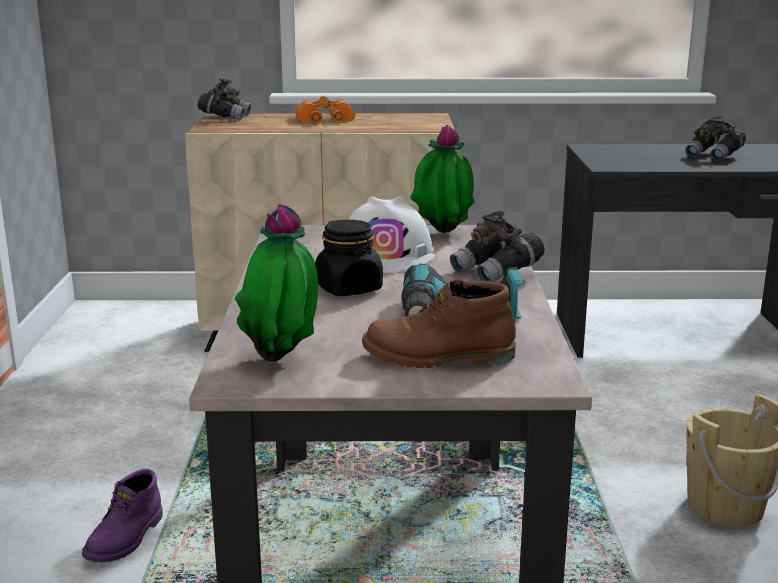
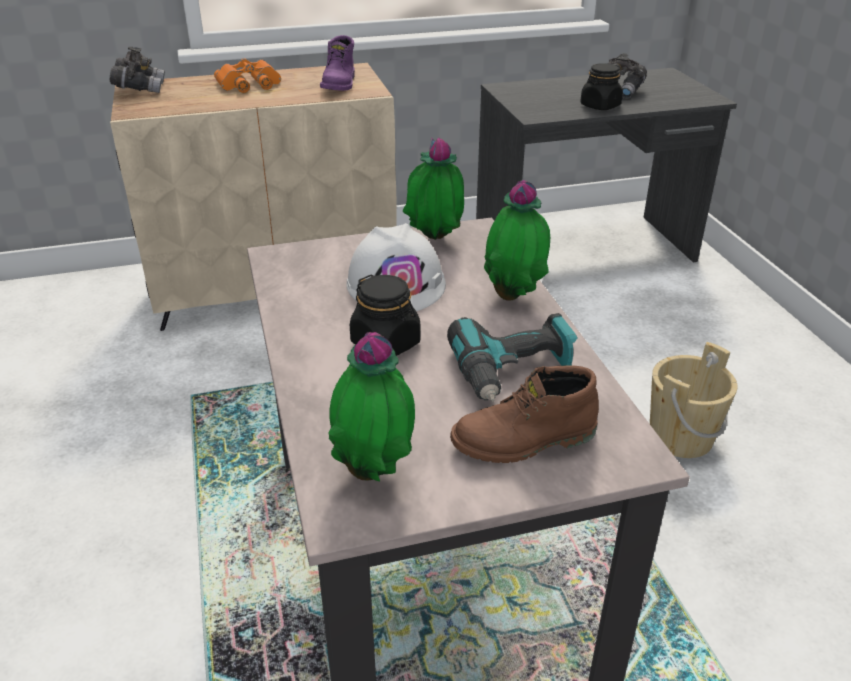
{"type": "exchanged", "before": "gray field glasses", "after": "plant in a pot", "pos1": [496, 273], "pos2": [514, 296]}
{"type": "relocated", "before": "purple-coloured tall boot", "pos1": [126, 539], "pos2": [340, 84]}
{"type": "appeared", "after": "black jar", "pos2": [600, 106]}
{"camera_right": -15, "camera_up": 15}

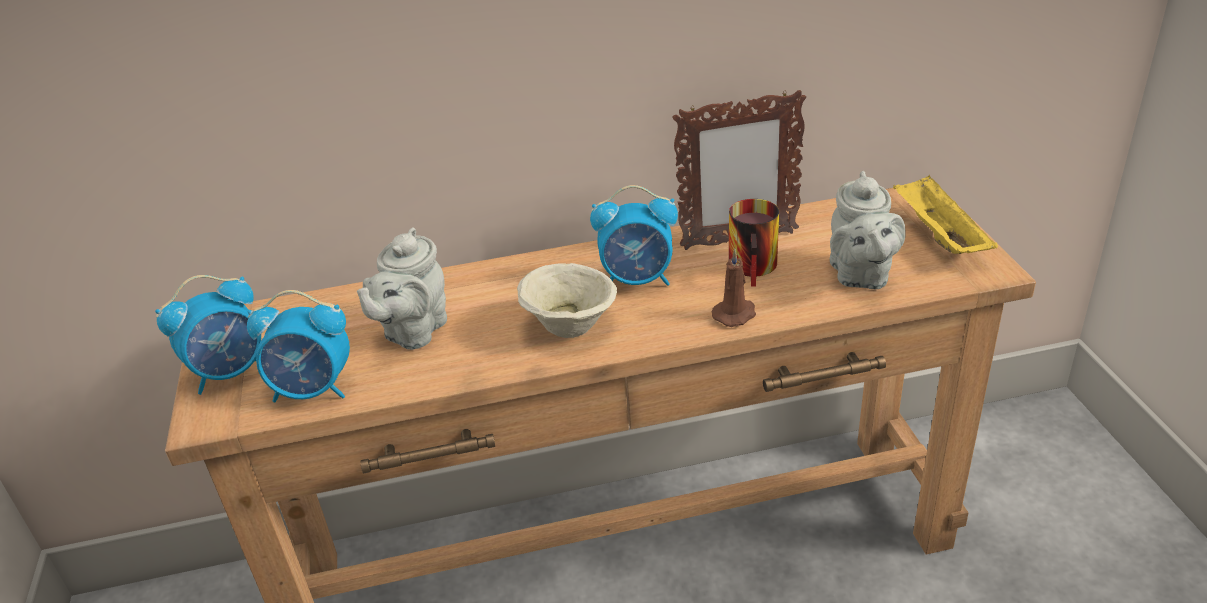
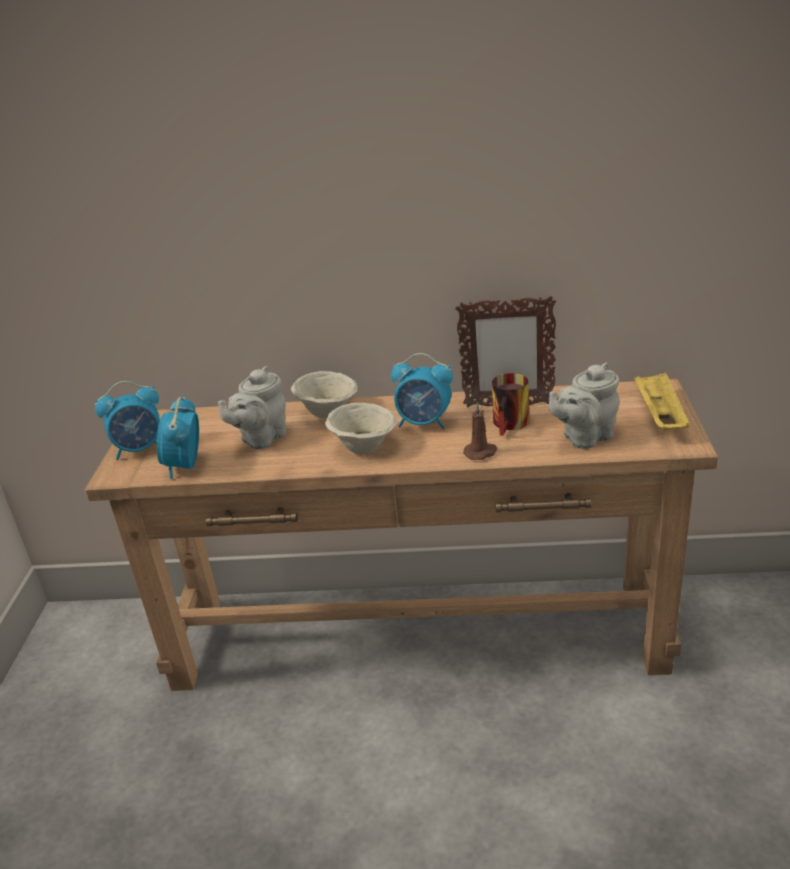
{"type": "spun", "before": "gray tea pot", "pos1": [860, 275], "pos2": [584, 437], "turn": 45}
{"type": "spun", "before": "table clock", "pos1": [314, 390], "pos2": [185, 466], "turn": 75}
{"type": "appeared", "after": "beige bowl", "pos2": [327, 412]}
{"camera_right": 15, "camera_up": -5}

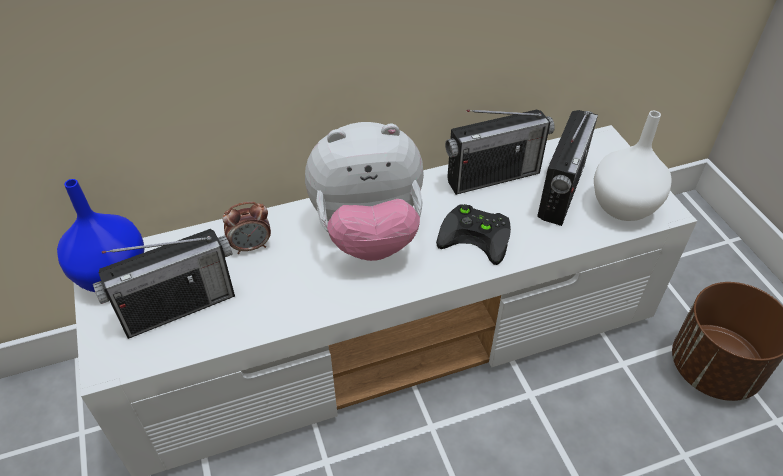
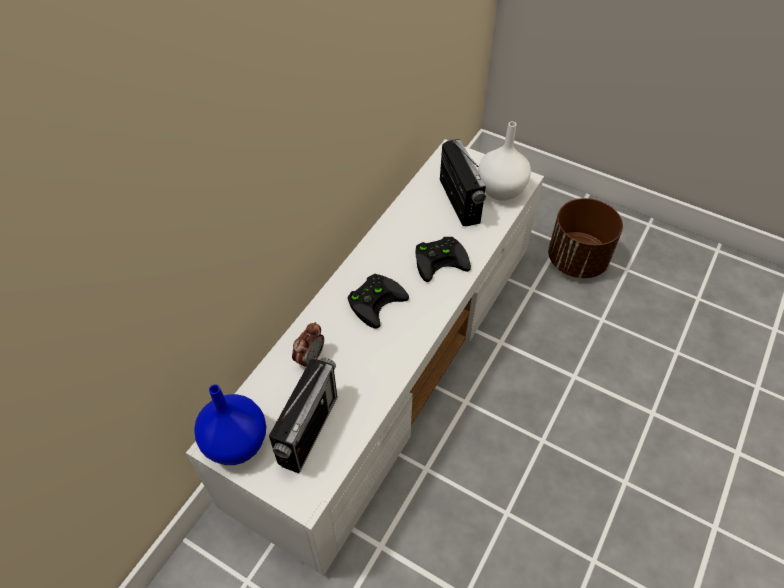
{"type": "missing", "before": "radio set", "pos1": [493, 176]}
{"type": "exchanged", "before": "cuddly toy", "after": "black gamepad", "pos1": [368, 233], "pos2": [375, 300]}
{"camera_right": -40, "camera_up": 5}

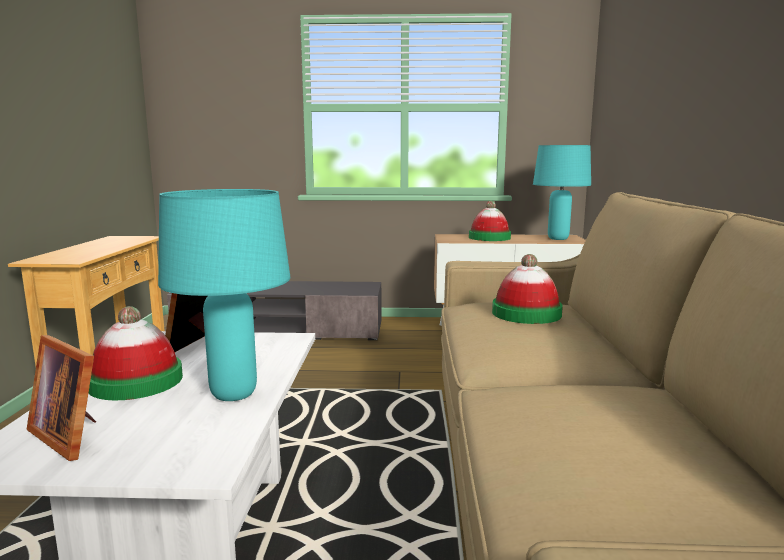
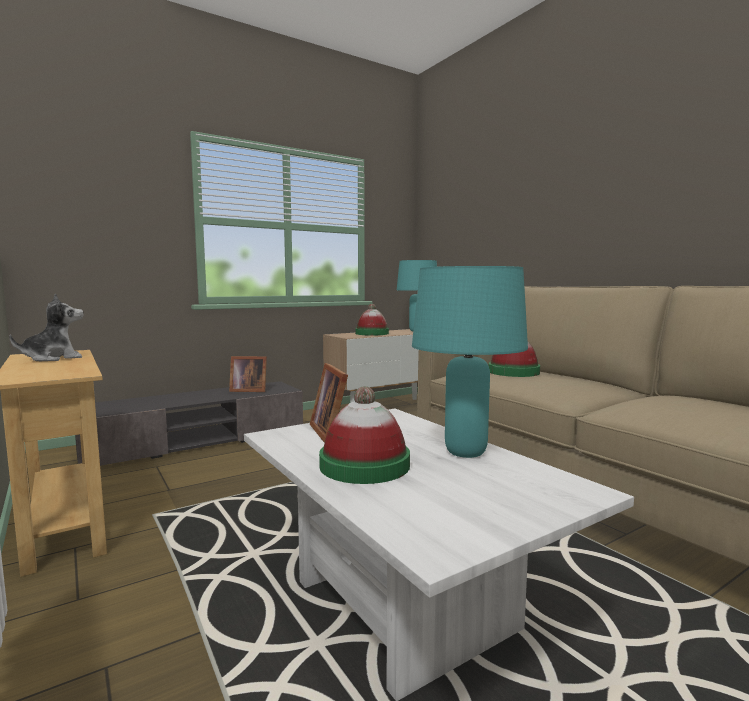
{"type": "relocated", "before": "photo frame", "pos1": [72, 435], "pos2": [248, 390]}
{"type": "appeared", "after": "cuddly toy", "pos2": [53, 358]}
{"camera_right": -35, "camera_up": -5}

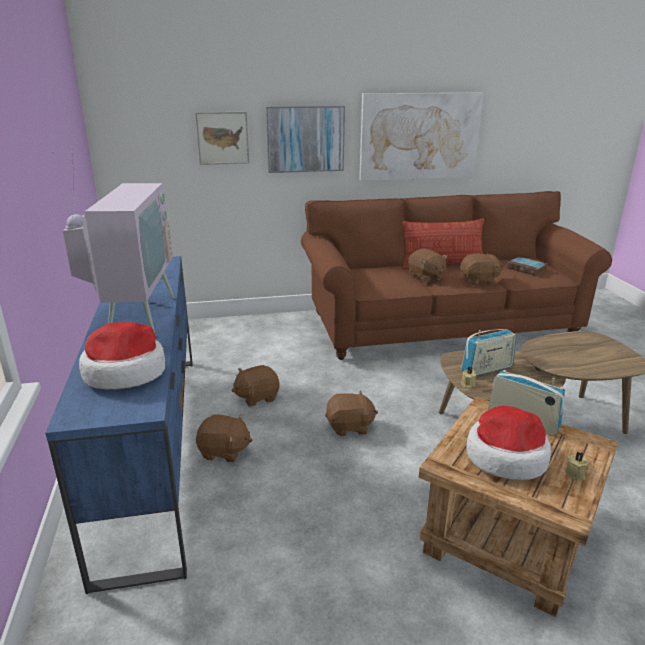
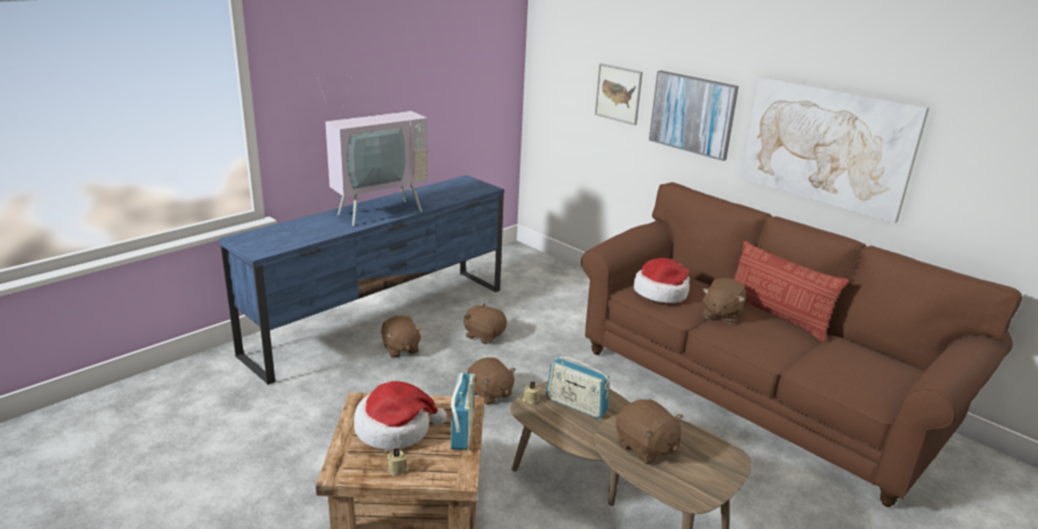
{"type": "relocated", "before": "brown cuddly toy", "pos1": [479, 281], "pos2": [646, 447]}
{"type": "missing", "before": "volume", "pos1": [527, 269]}
{"type": "relocated", "before": "wearable hat", "pos1": [125, 372], "pos2": [661, 293]}
{"camera_right": 55, "camera_up": 0}

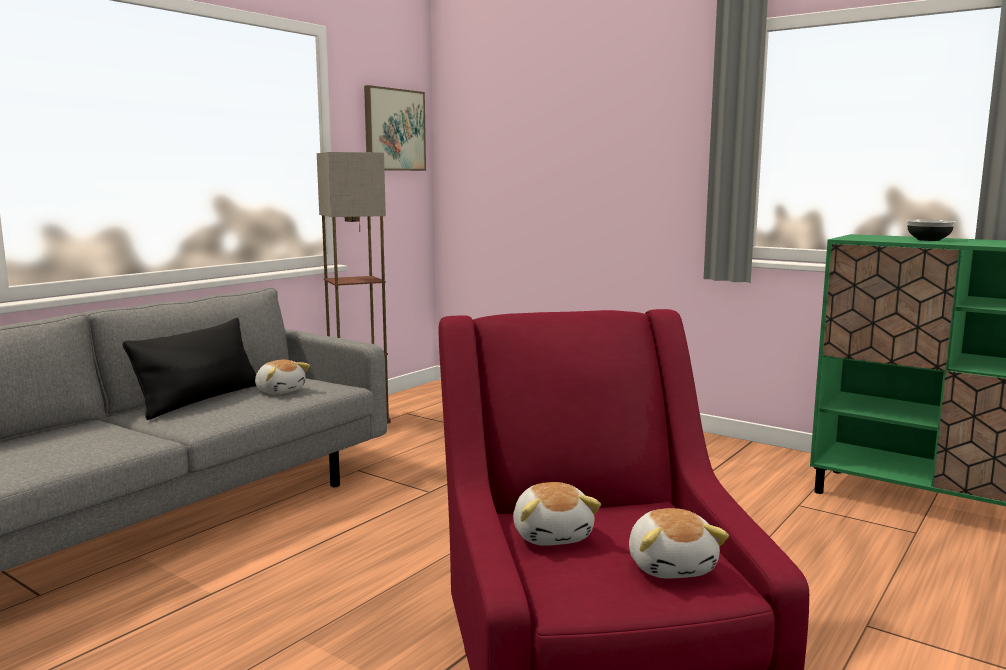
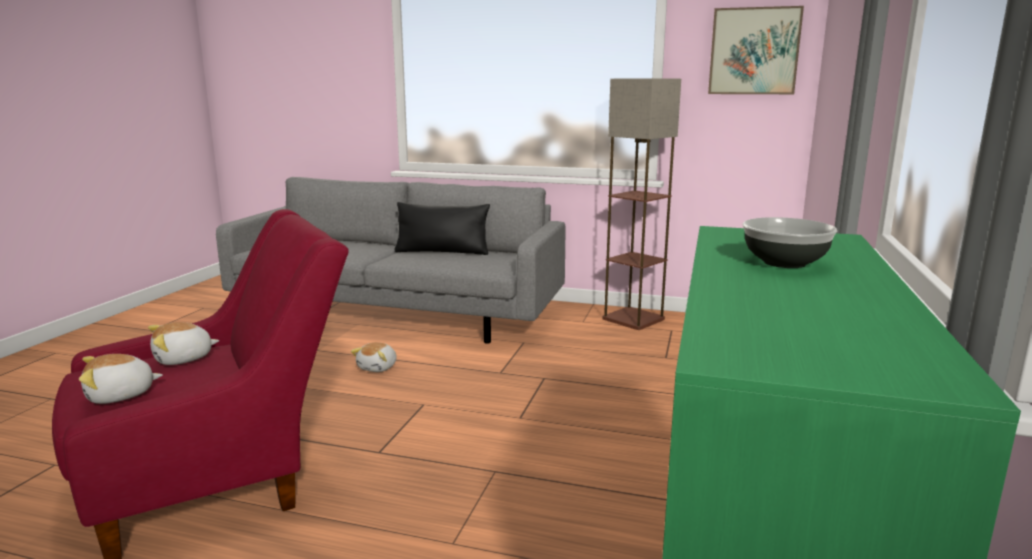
{"type": "relocated", "before": "cuddly toy", "pos1": [280, 391], "pos2": [378, 367]}
{"camera_right": 70, "camera_up": 5}

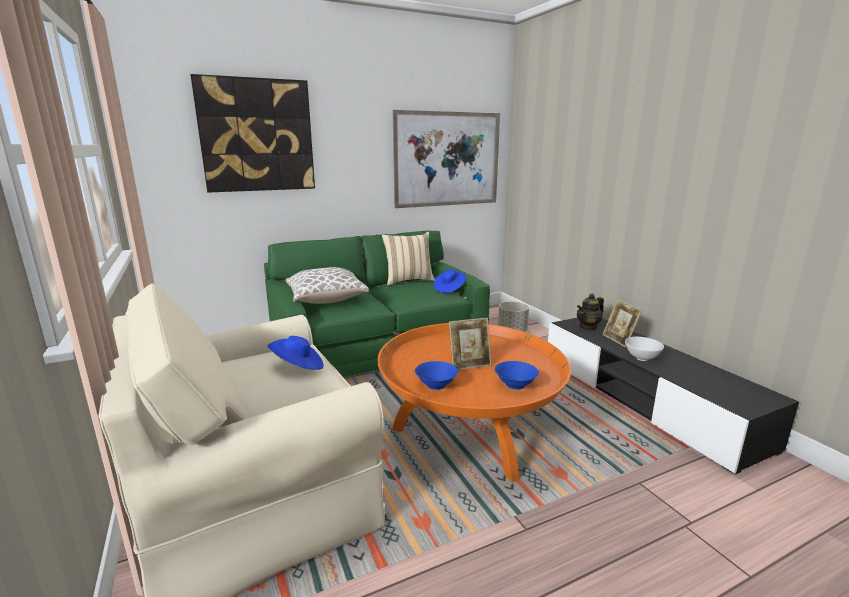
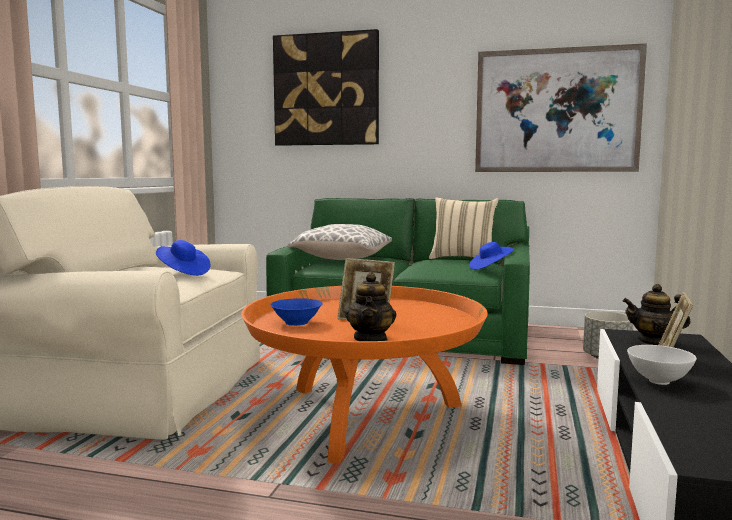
{"type": "exchanged", "before": "blue bowl", "after": "tea pot", "pos1": [515, 384], "pos2": [371, 339]}
{"camera_right": 40, "camera_up": -10}

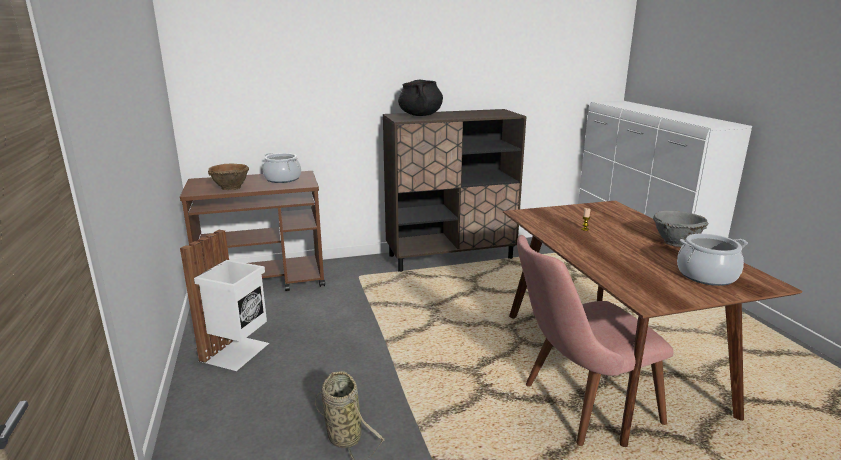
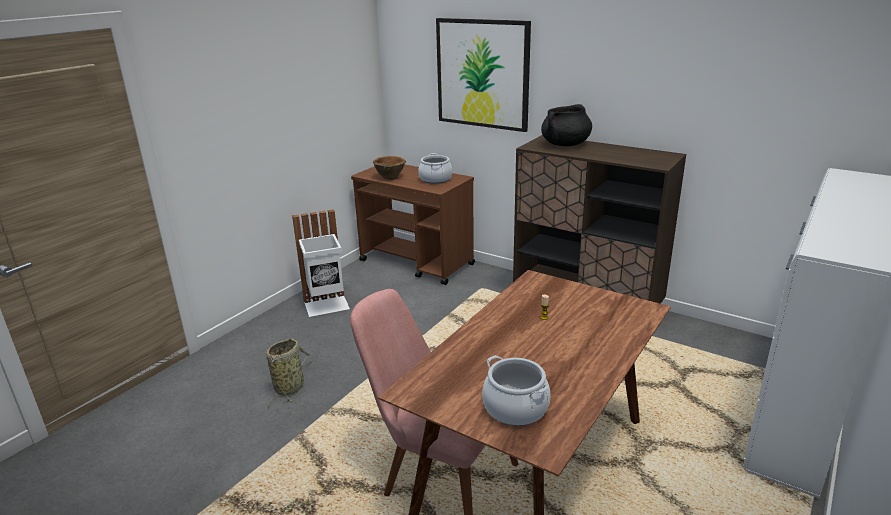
{"type": "missing", "before": "gray bowl", "pos1": [675, 243]}
{"type": "appeared", "after": "wall art", "pos2": [482, 74]}
{"camera_right": 50, "camera_up": 5}

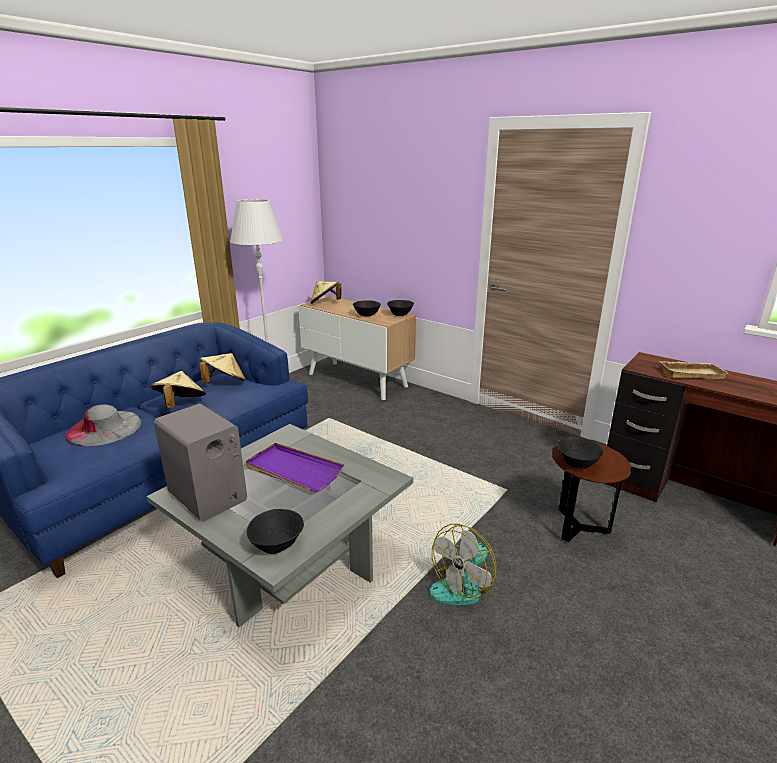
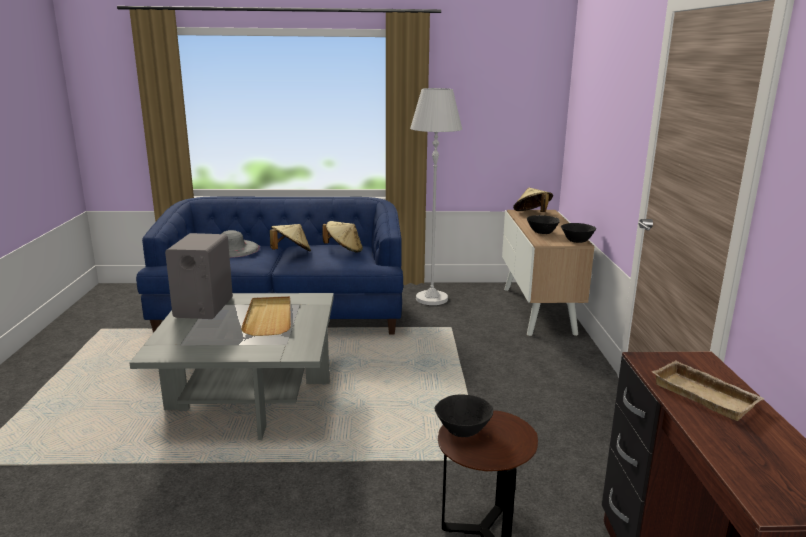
{"type": "colour", "before": "purple-coloured serving tray", "after": "beige serving tray", "pos1": [293, 470], "pos2": [269, 318]}
{"type": "missing", "before": "black bowl", "pos1": [278, 545]}
{"type": "missing", "before": "fan", "pos1": [464, 585]}
{"camera_right": 50, "camera_up": -5}

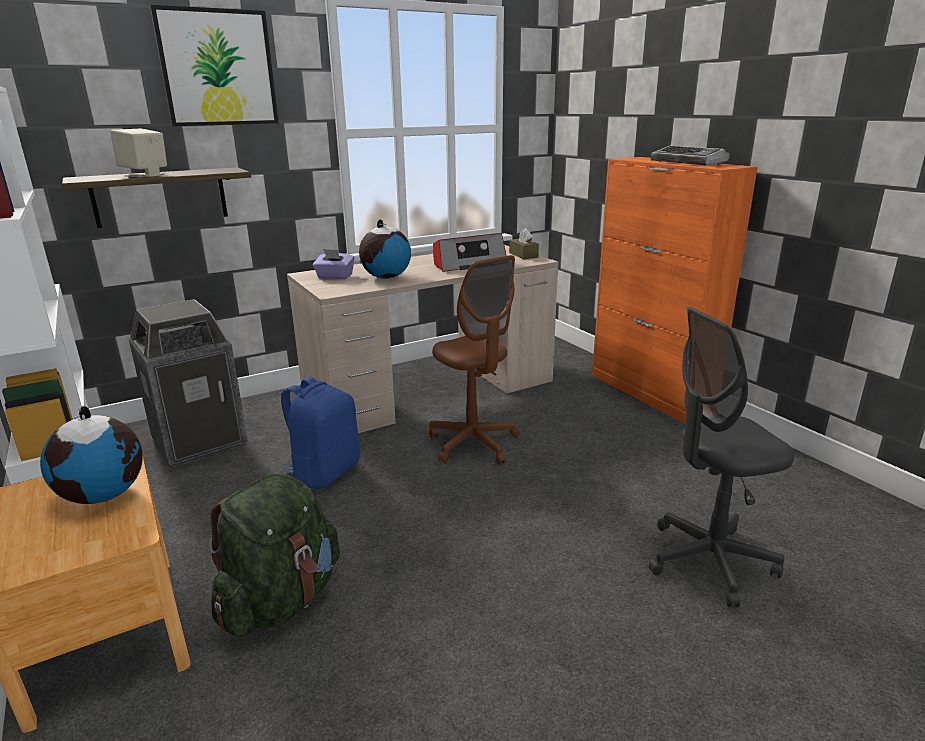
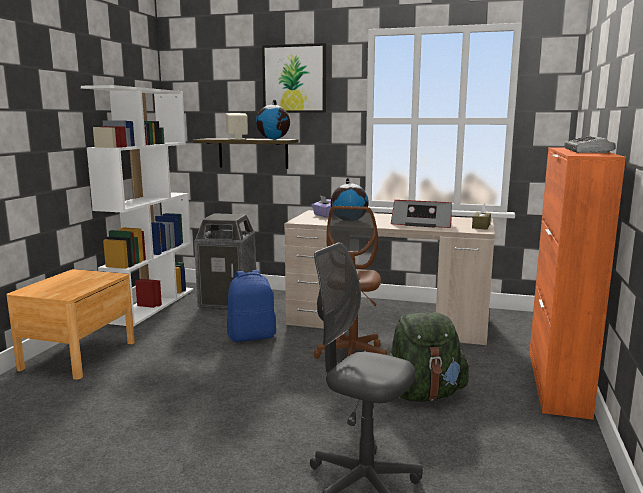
{"type": "relocated", "before": "globe", "pos1": [105, 495], "pos2": [273, 139]}
{"type": "relocated", "before": "green knapsack", "pos1": [281, 600], "pos2": [422, 394]}
{"camera_right": 45, "camera_up": -10}

